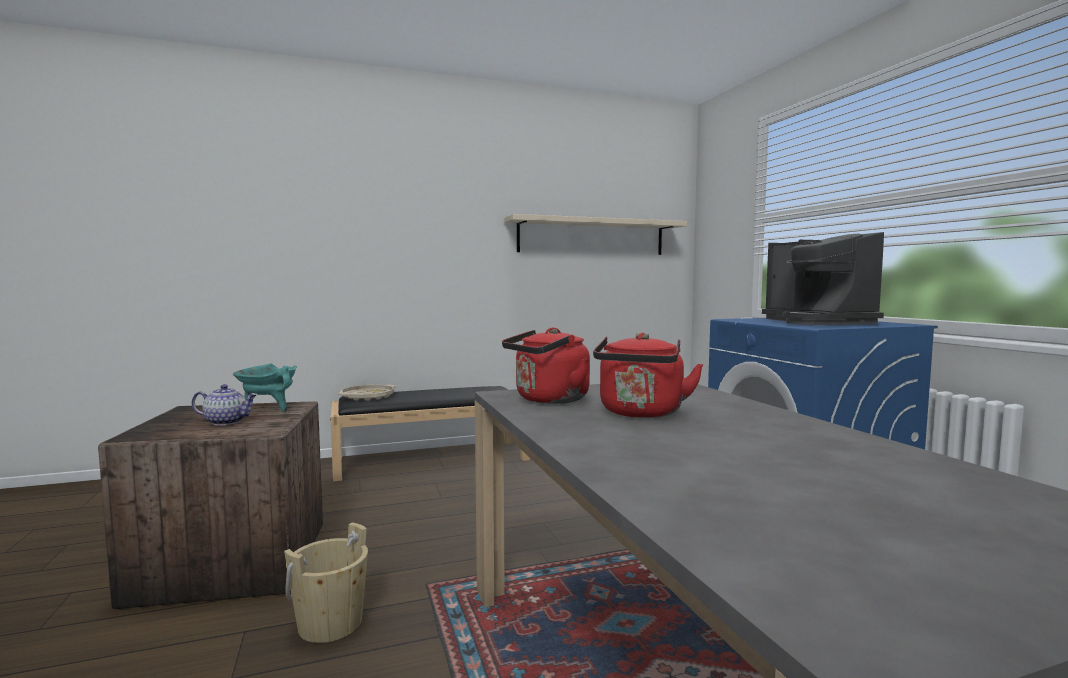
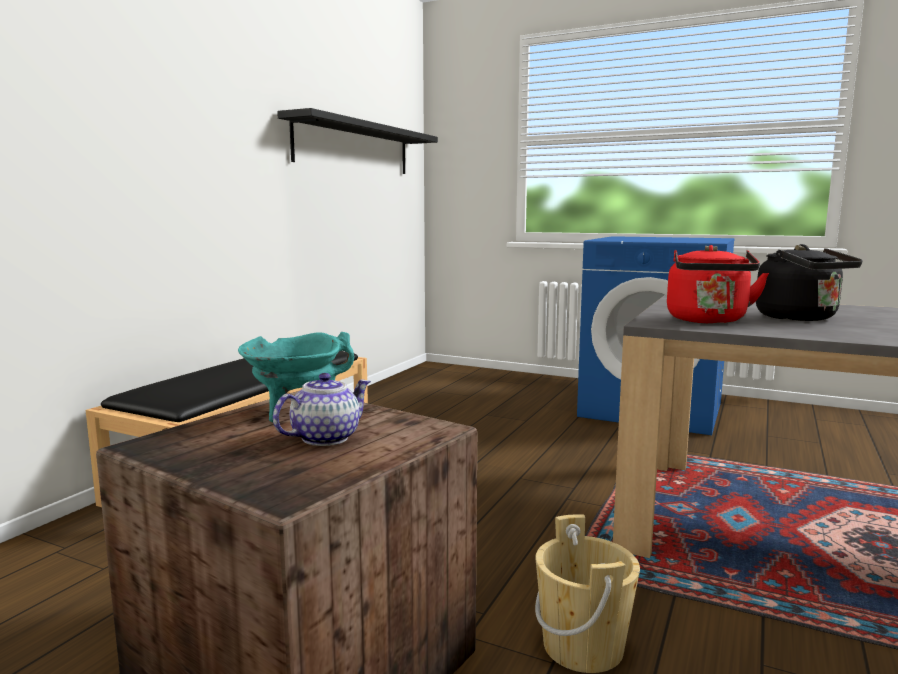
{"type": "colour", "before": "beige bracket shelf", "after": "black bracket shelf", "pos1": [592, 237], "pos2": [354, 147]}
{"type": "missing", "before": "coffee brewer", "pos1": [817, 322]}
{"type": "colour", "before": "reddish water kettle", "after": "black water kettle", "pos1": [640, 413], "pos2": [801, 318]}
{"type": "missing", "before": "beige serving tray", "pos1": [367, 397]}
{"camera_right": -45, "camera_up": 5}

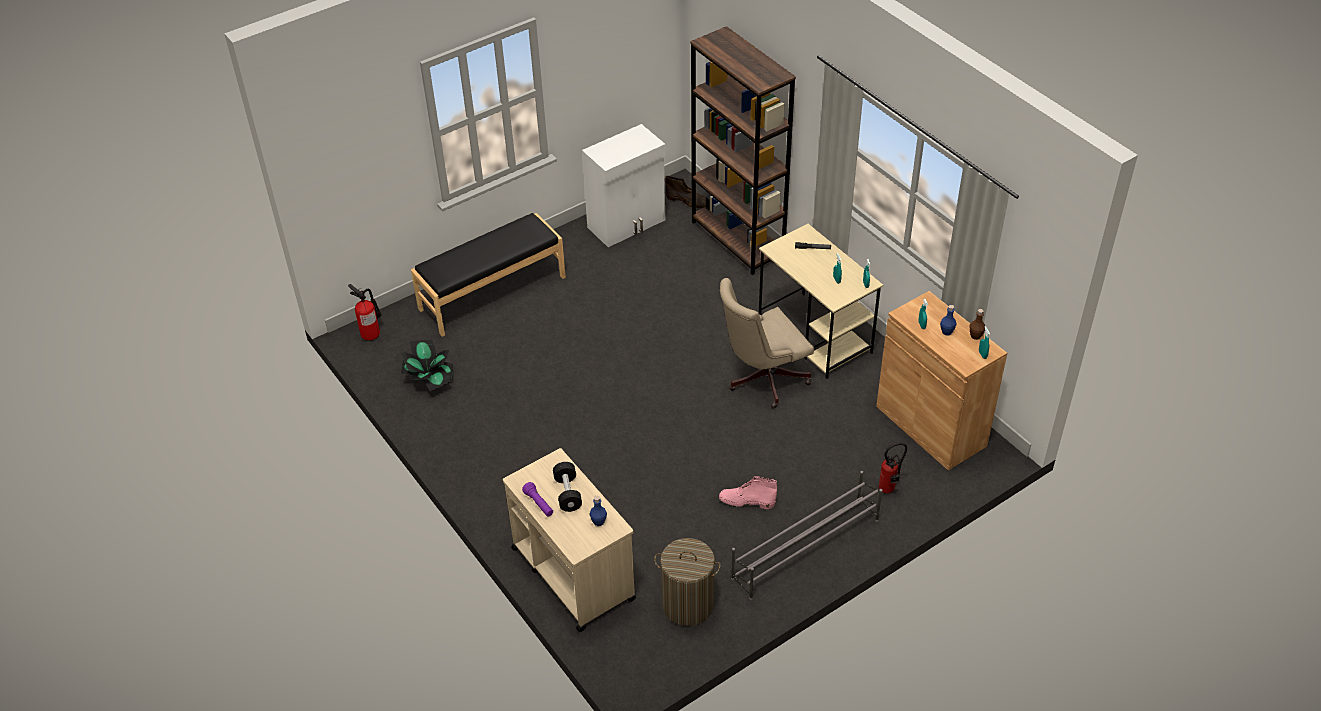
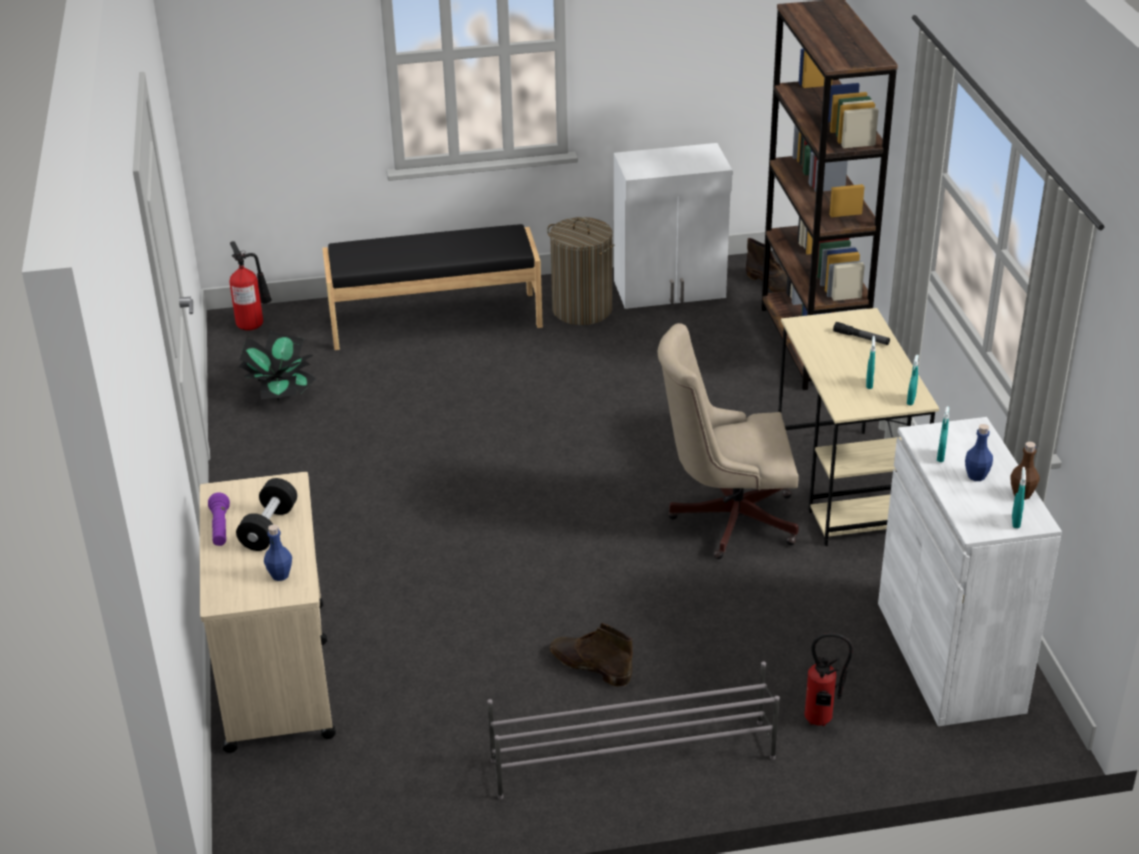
{"type": "colour", "before": "brown cabinet", "after": "whitish cabinet", "pos1": [930, 426], "pos2": [949, 656]}
{"type": "colour", "before": "pink tall boot", "after": "brown tall boot", "pos1": [746, 501], "pos2": [589, 665]}
{"type": "relocated", "before": "laundry basket", "pos1": [687, 604], "pos2": [582, 309]}
{"camera_right": 25, "camera_up": -10}

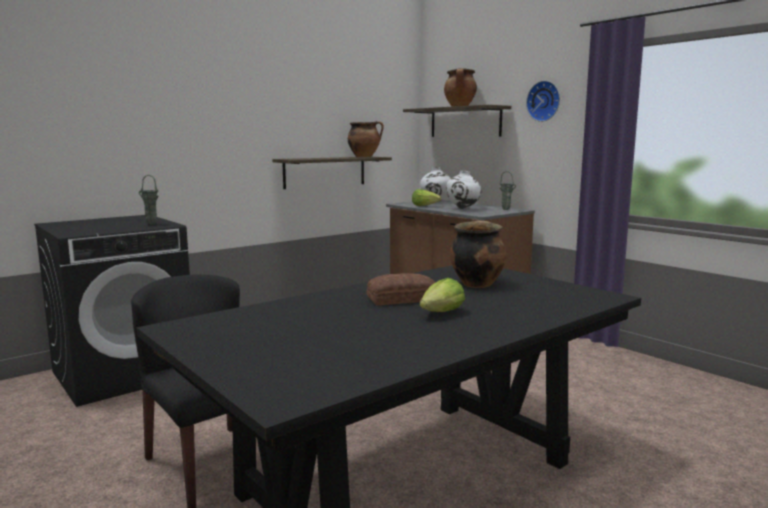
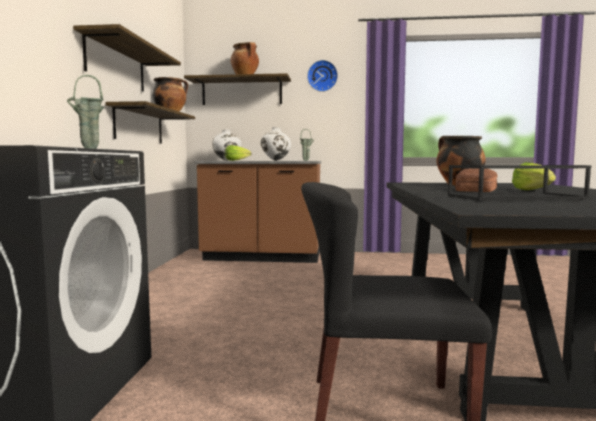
{"type": "appeared", "after": "bracket shelf", "pos2": [116, 64]}
{"type": "appeared", "after": "black serving tray", "pos2": [514, 197]}
{"camera_right": -45, "camera_up": -5}

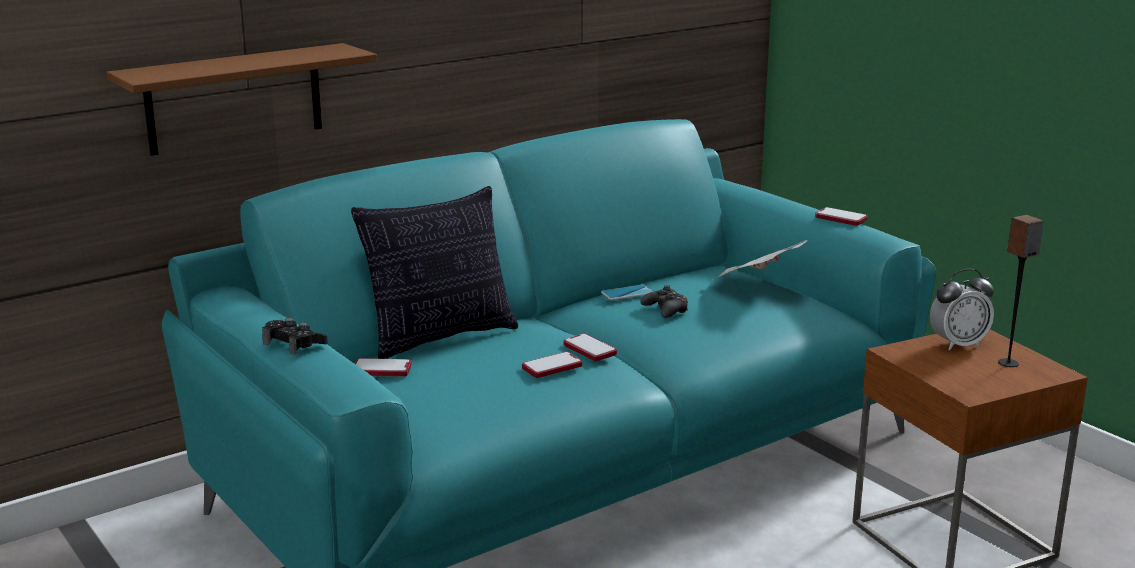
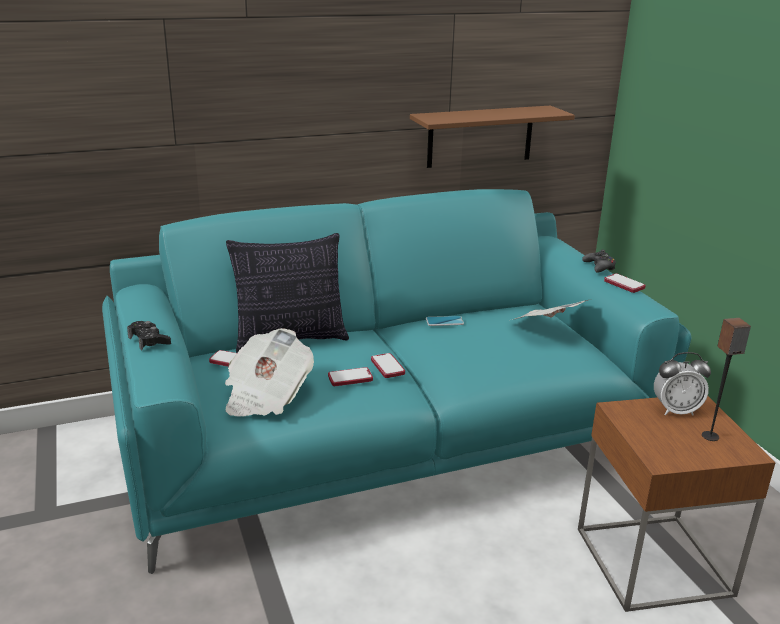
{"type": "relocated", "before": "brown bracket shelf", "pos1": [234, 99], "pos2": [480, 136]}
{"type": "relocated", "before": "black gamepad", "pos1": [665, 310], "pos2": [599, 267]}
{"type": "appeared", "after": "newspaper", "pos2": [266, 395]}
{"camera_right": 15, "camera_up": 5}

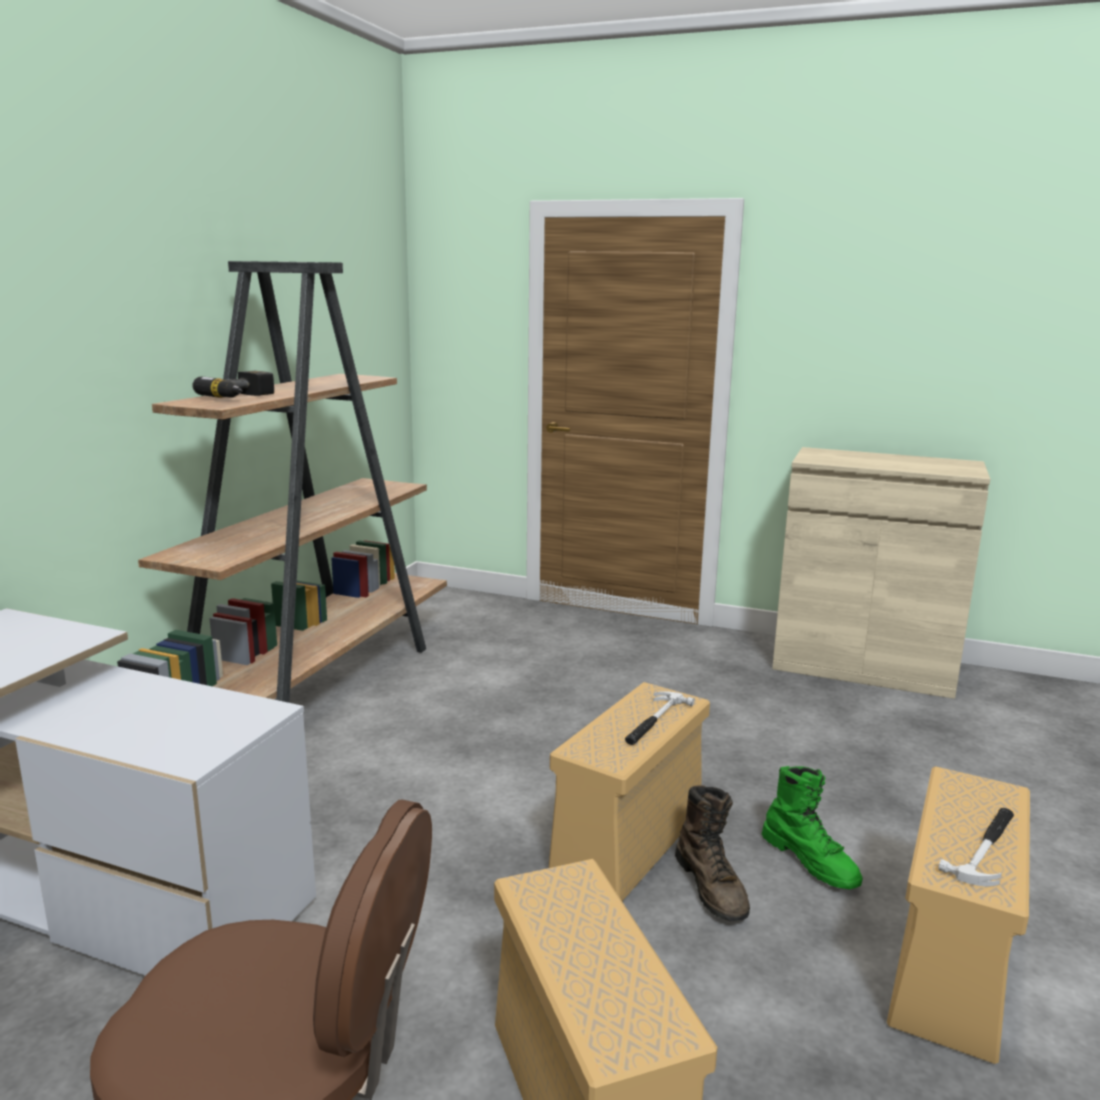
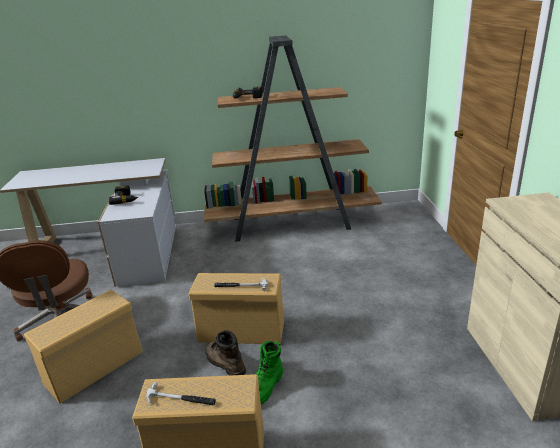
{"type": "spun", "before": "brown tall boot", "pos1": [712, 887], "pos2": [224, 363], "turn": 90}
{"type": "appeared", "after": "power drill", "pos2": [126, 199]}
{"camera_right": 65, "camera_up": 10}

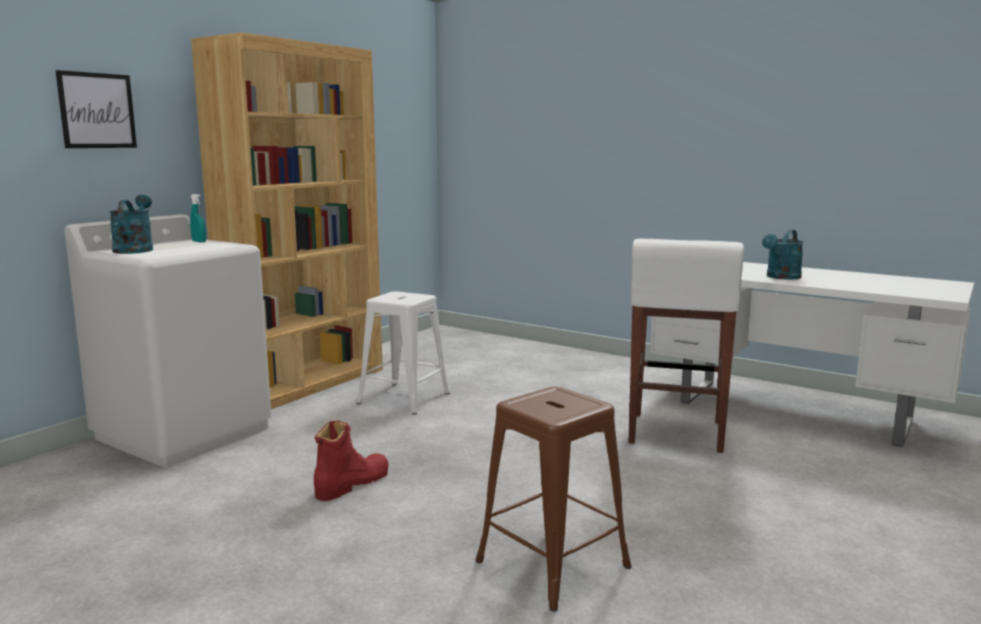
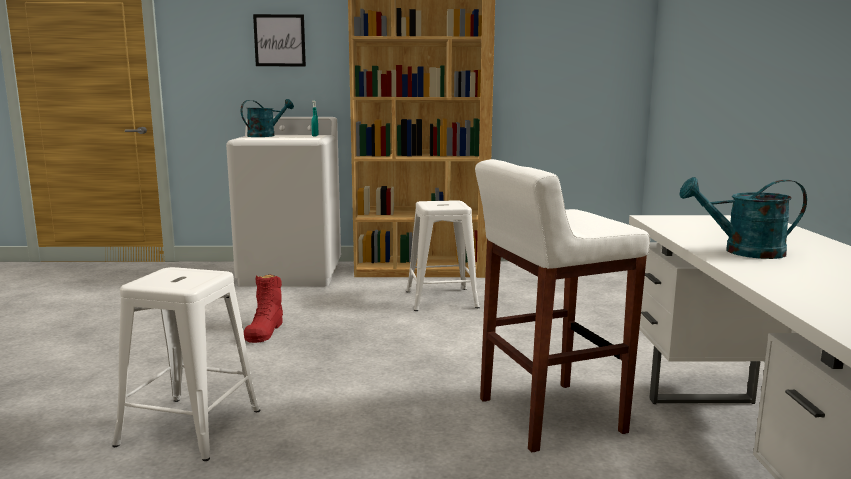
{"type": "colour", "before": "brown stool seat", "after": "whitish stool seat", "pos1": [552, 563], "pos2": [190, 427]}
{"type": "spun", "before": "reddish tall boot", "pos1": [352, 484], "pos2": [265, 331], "turn": 90}
{"camera_right": 55, "camera_up": 0}

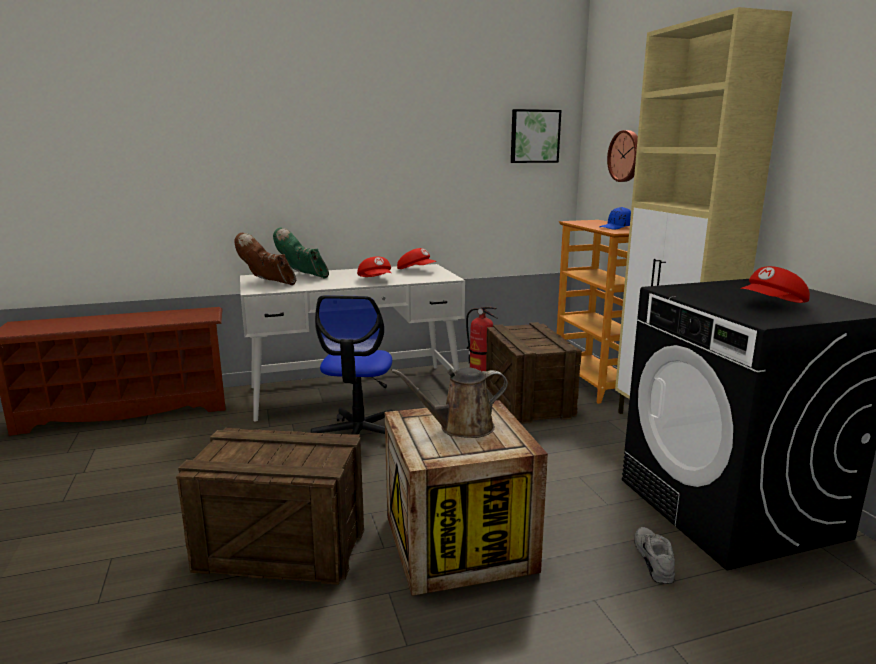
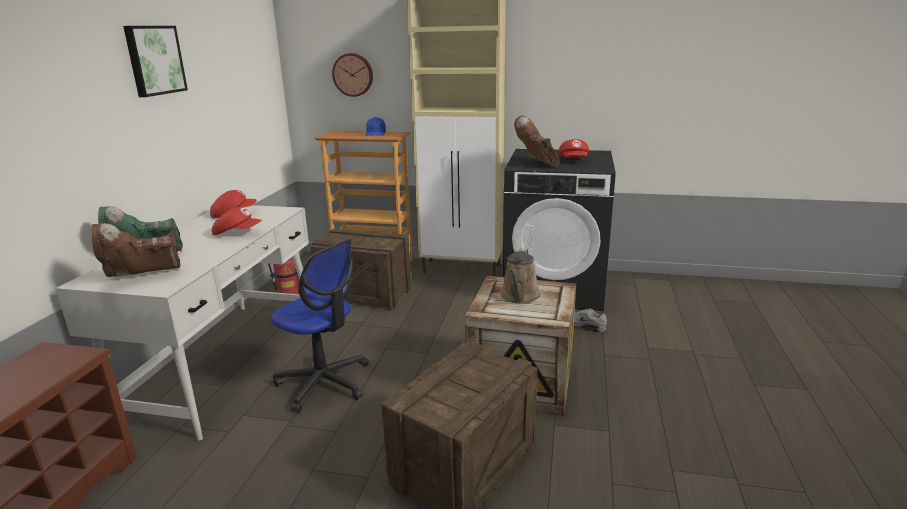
{"type": "relocated", "before": "wall art", "pos1": [534, 136], "pos2": [154, 60]}
{"type": "appeared", "after": "brown tall boot", "pos2": [537, 163]}
{"camera_right": -60, "camera_up": 5}

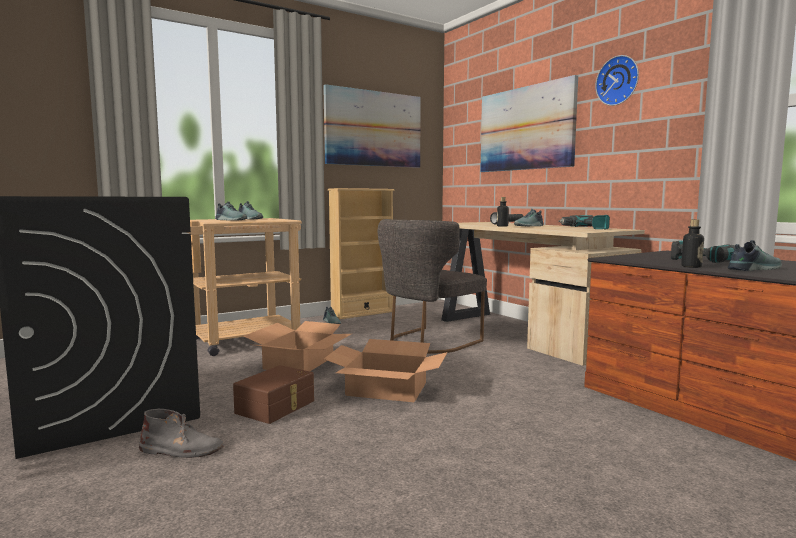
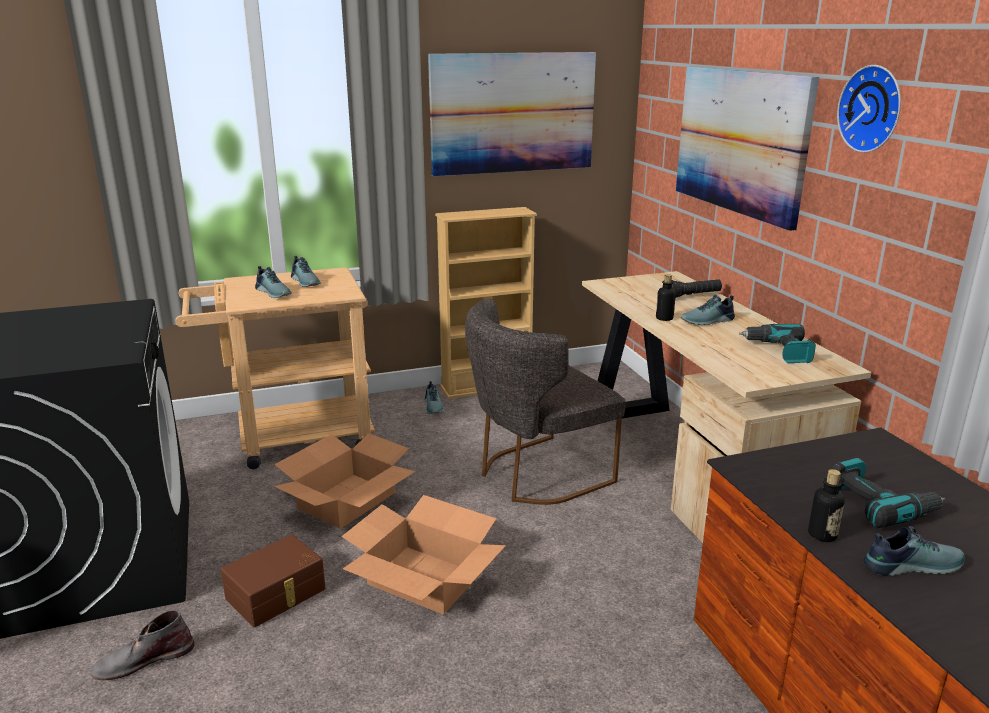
{"type": "spun", "before": "gray tall boot", "pos1": [182, 450], "pos2": [143, 660], "turn": 135}
{"camera_right": 15, "camera_up": 15}

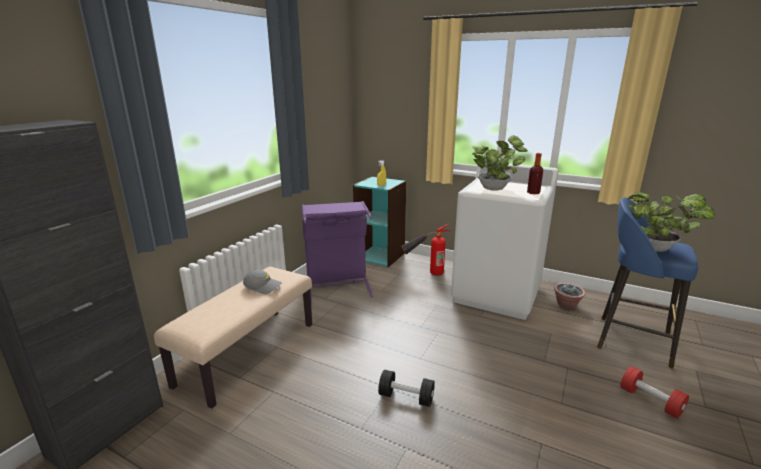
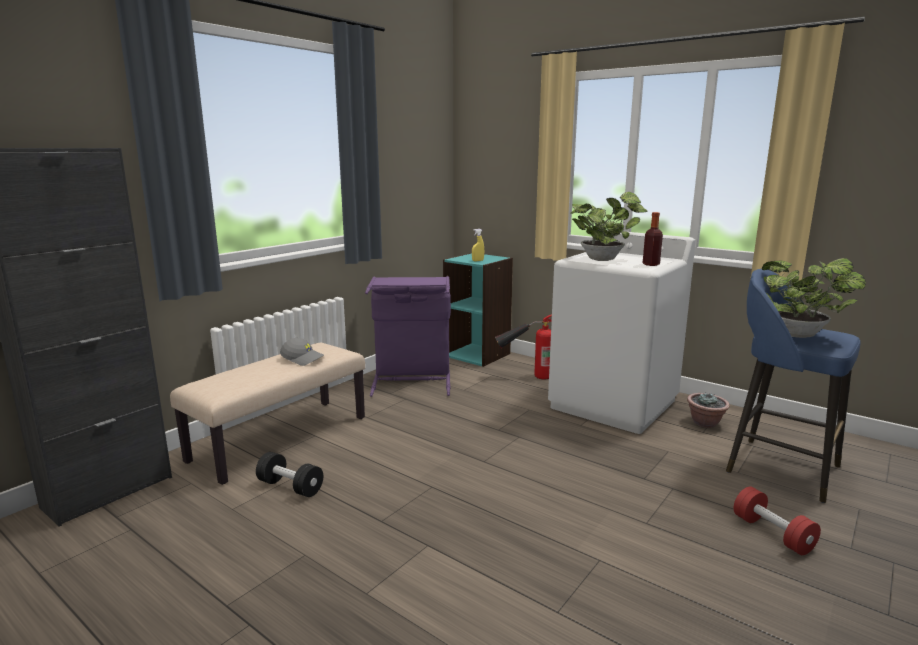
{"type": "relocated", "before": "black dumbbell", "pos1": [406, 397], "pos2": [290, 487]}
{"camera_right": 10, "camera_up": -5}

